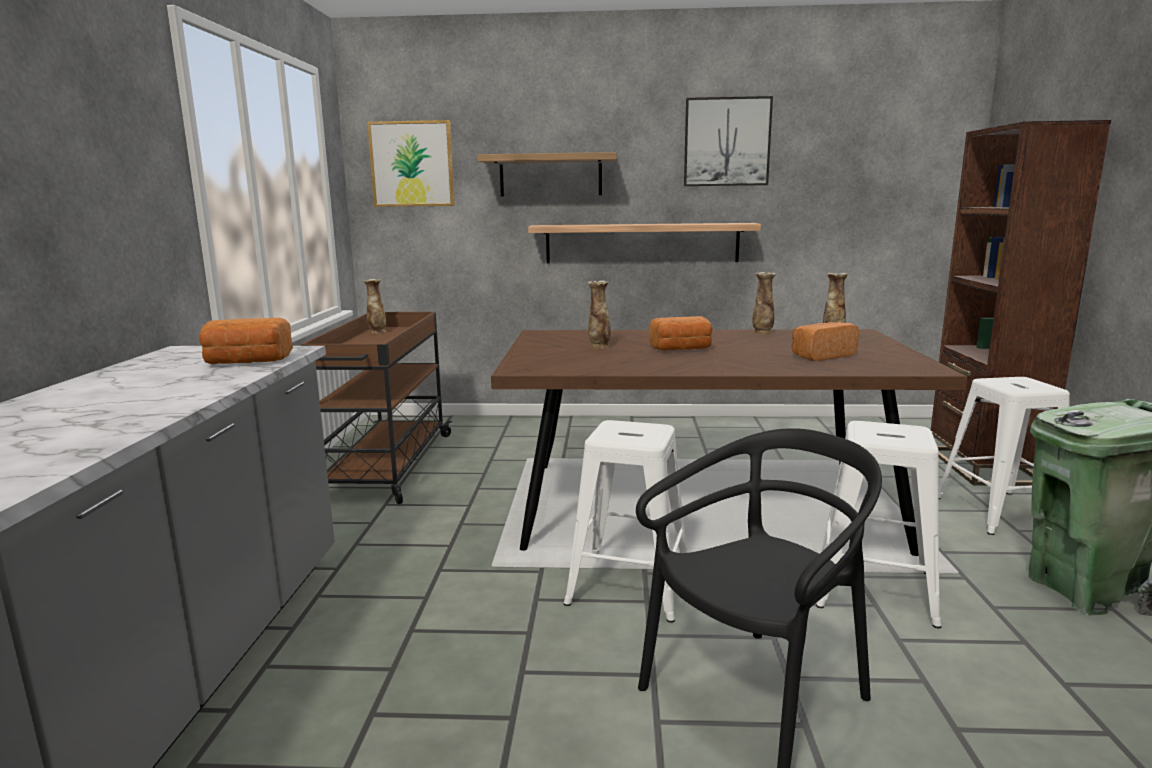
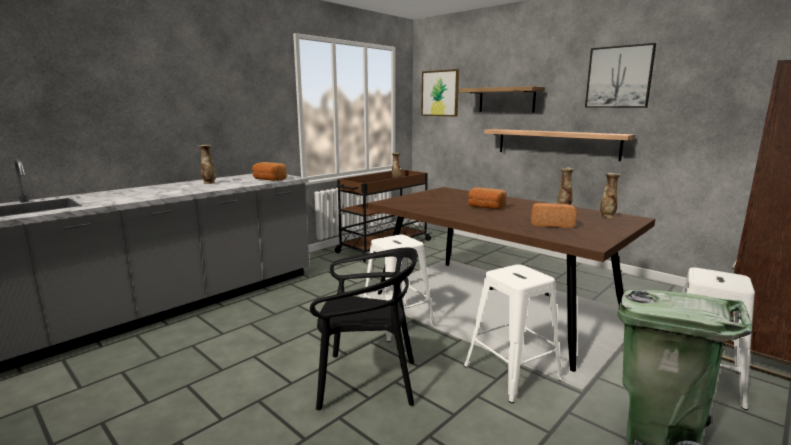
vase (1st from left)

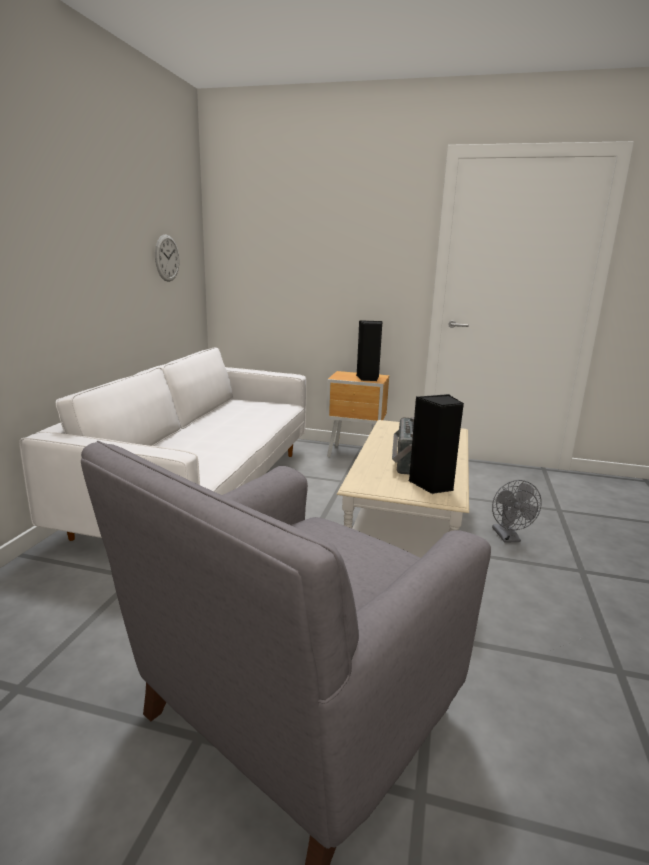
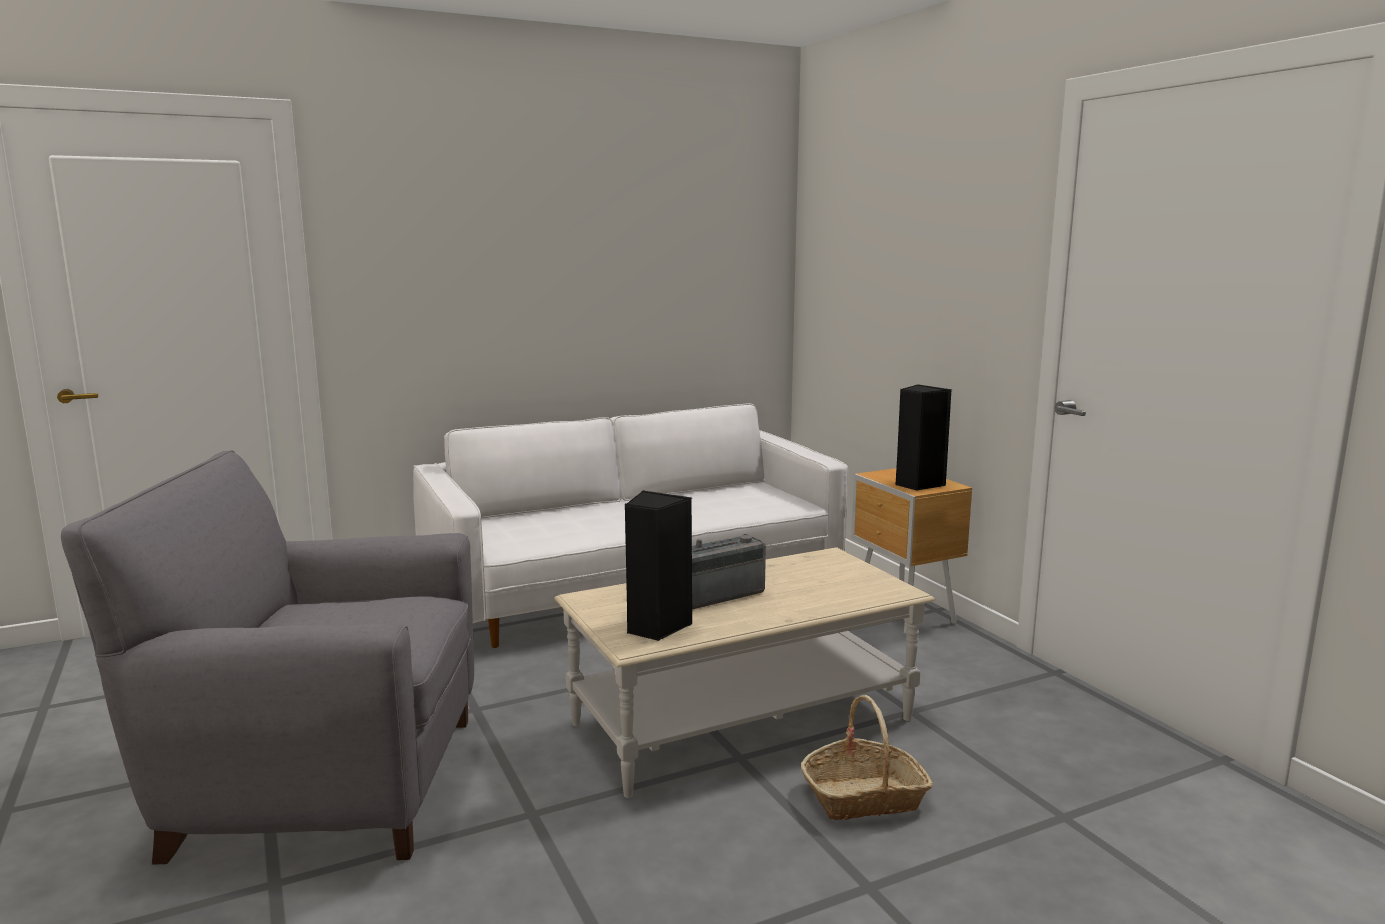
wall clock
basket

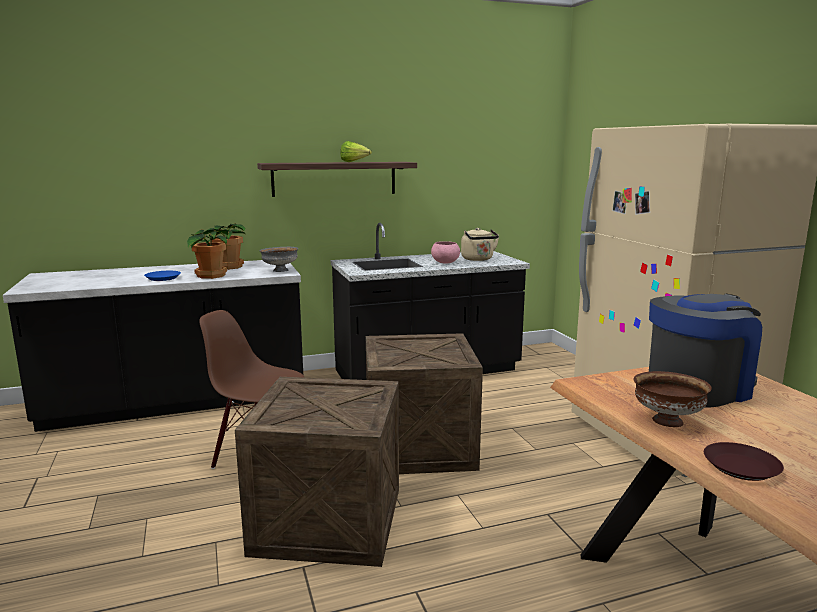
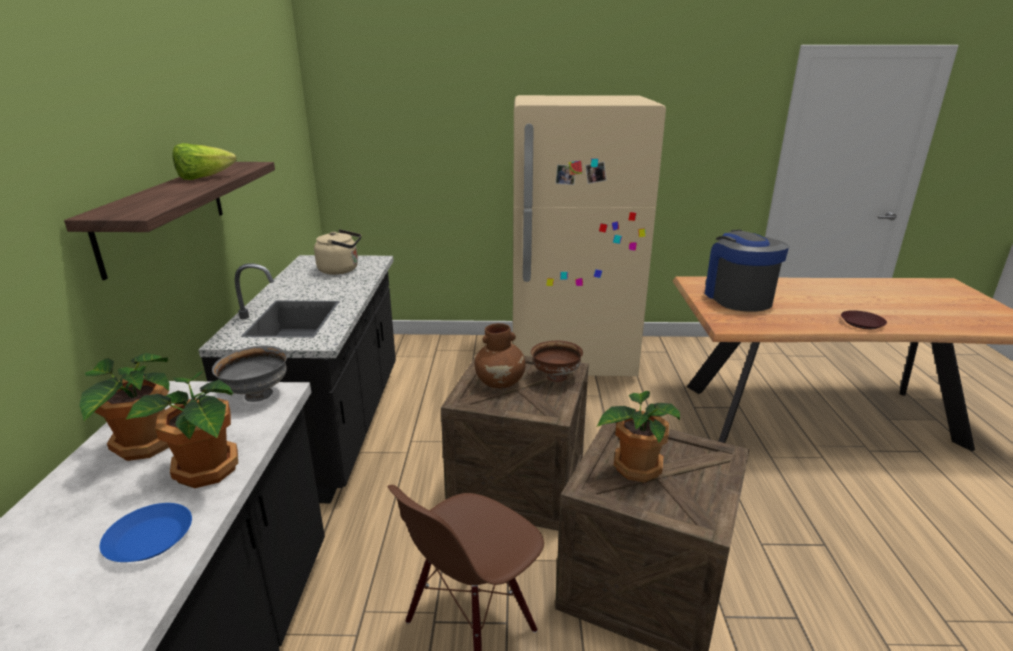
pink bowl
brown vase
potted plant (3rd from left)
brown bowl

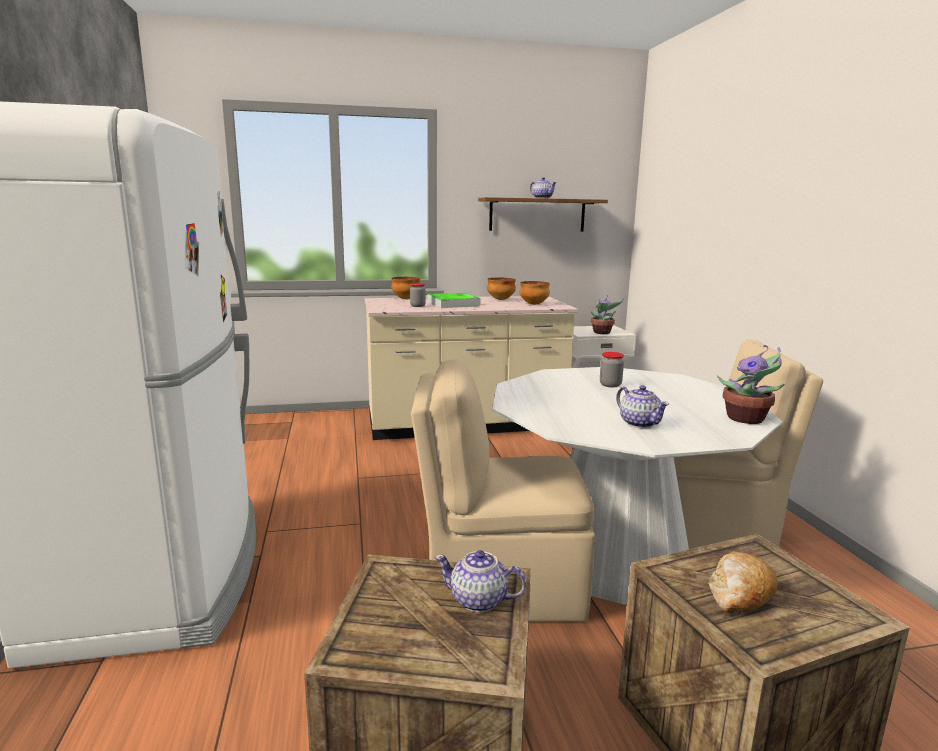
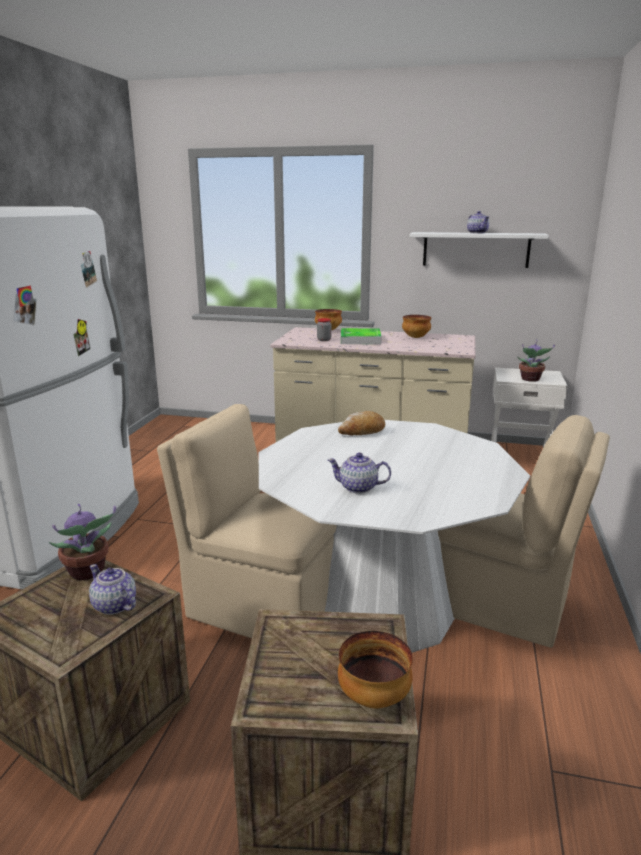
jar (2nd from left in the first image)
bowl (2nd from left)
bread
potted plant (1st from left)
white shelf
teapot (2nd from left)

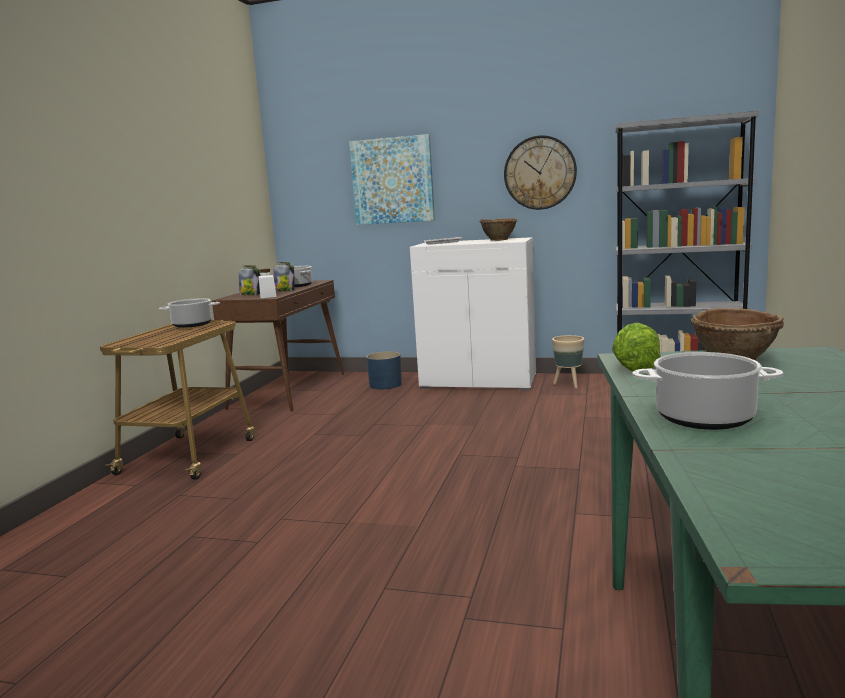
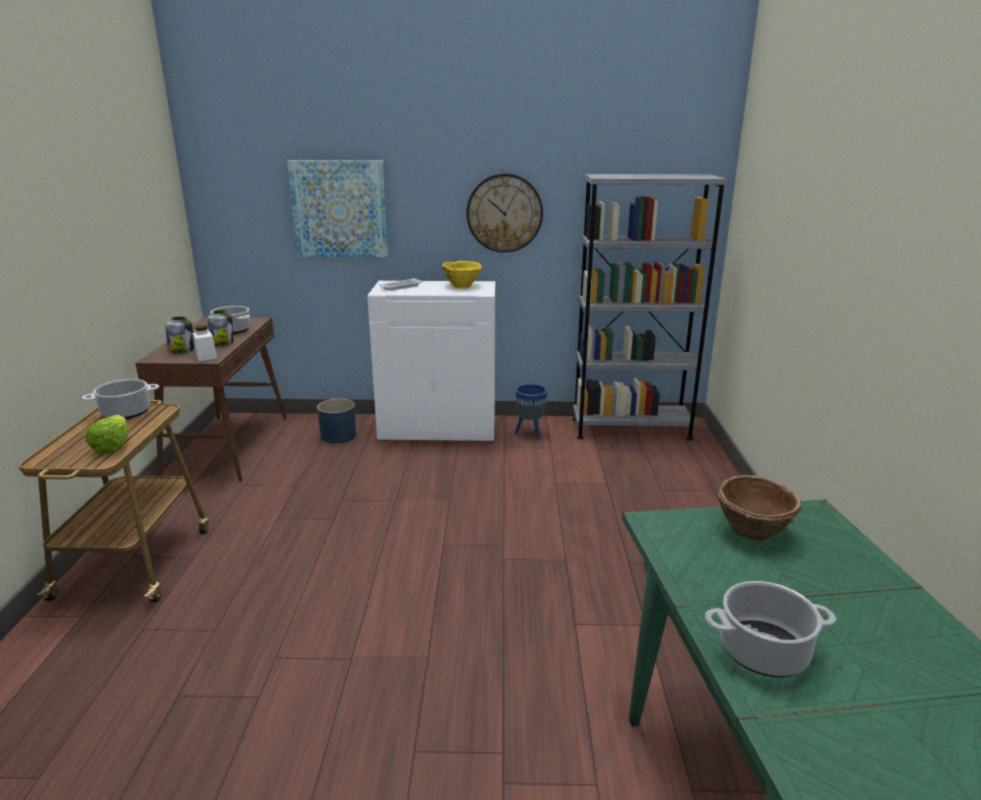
lettuce
yellow bowl
blue planter (2nd from left)

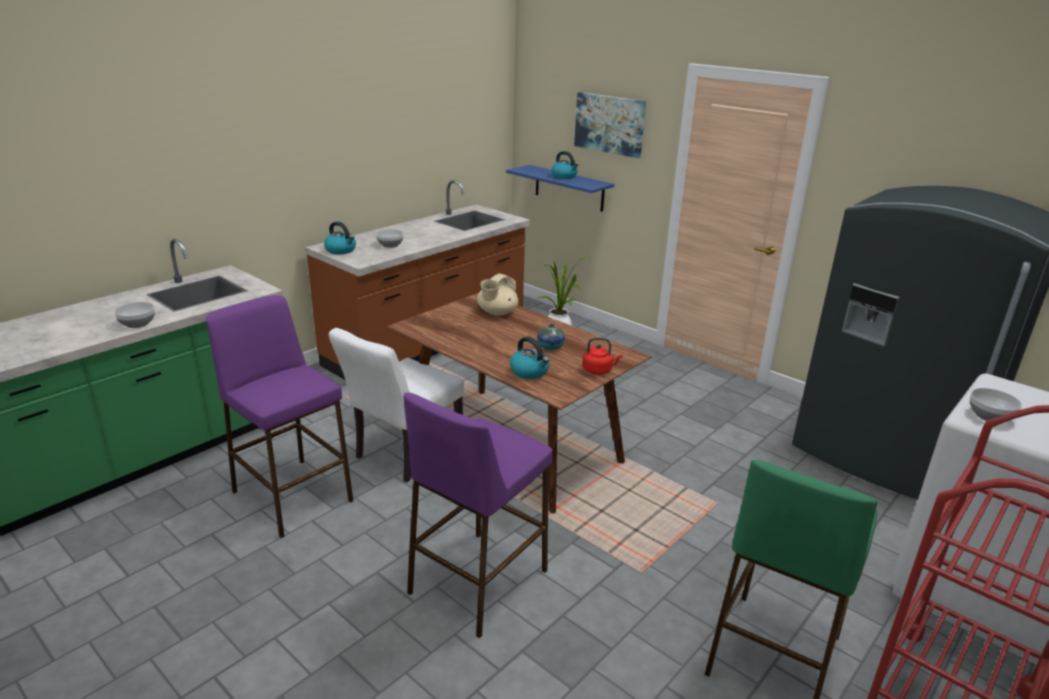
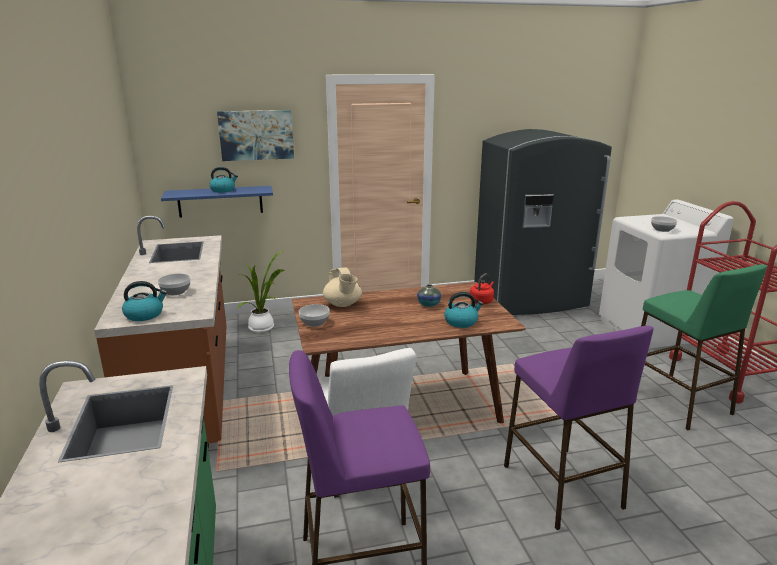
bowl (2nd from left)

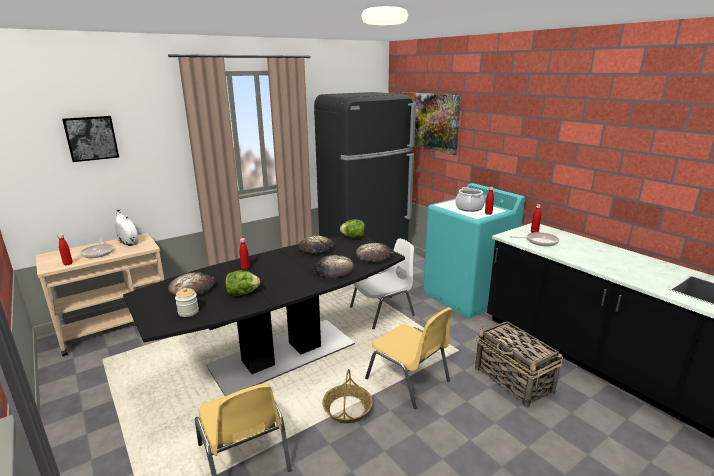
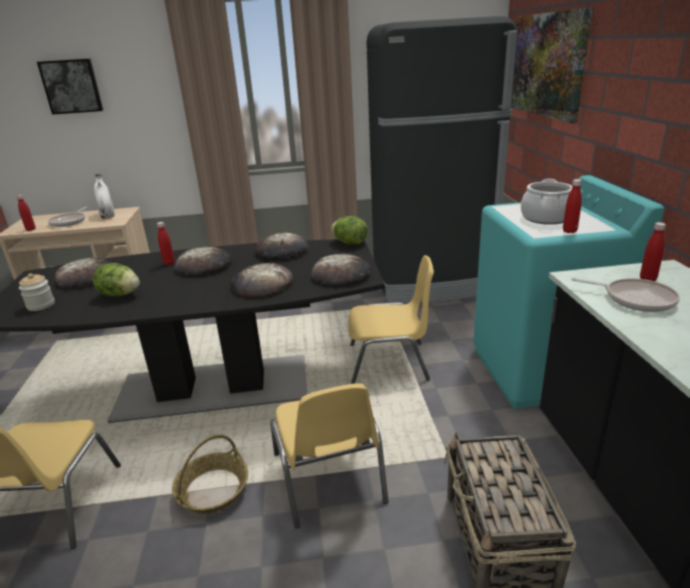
bread (2nd from left)
yellow chair (3rd from left)

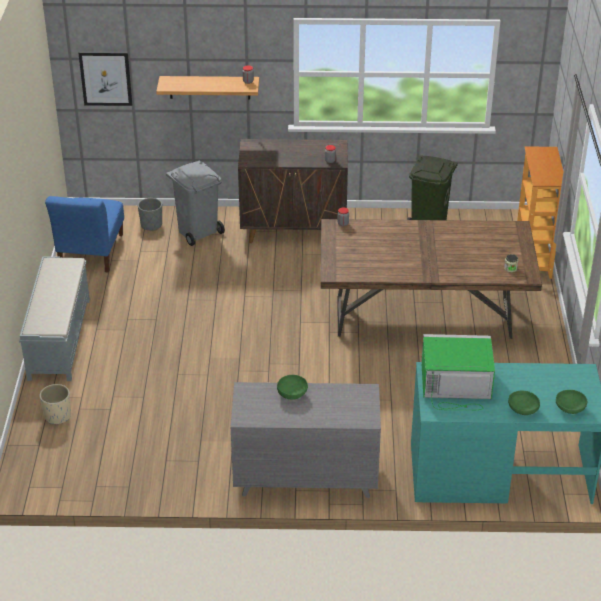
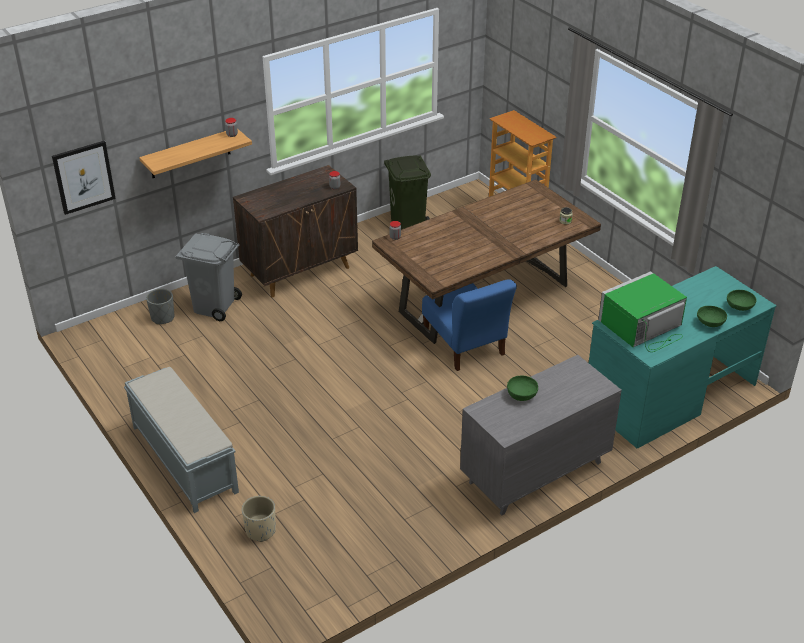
blue chair

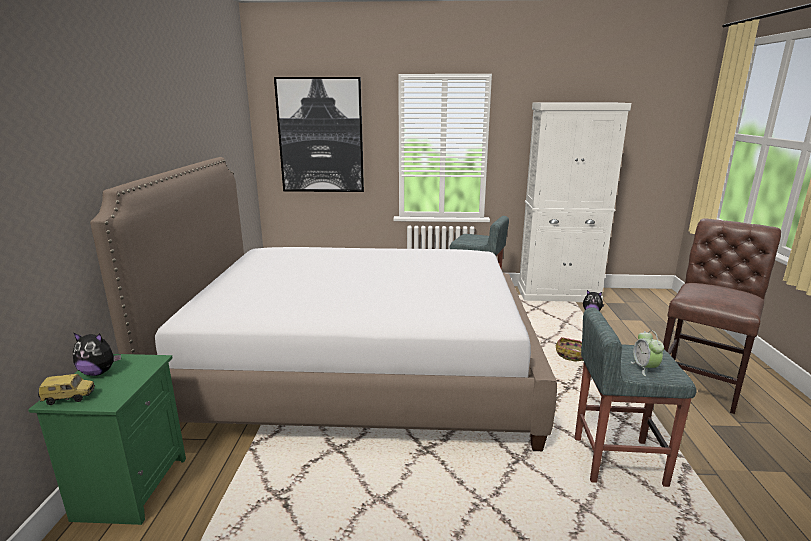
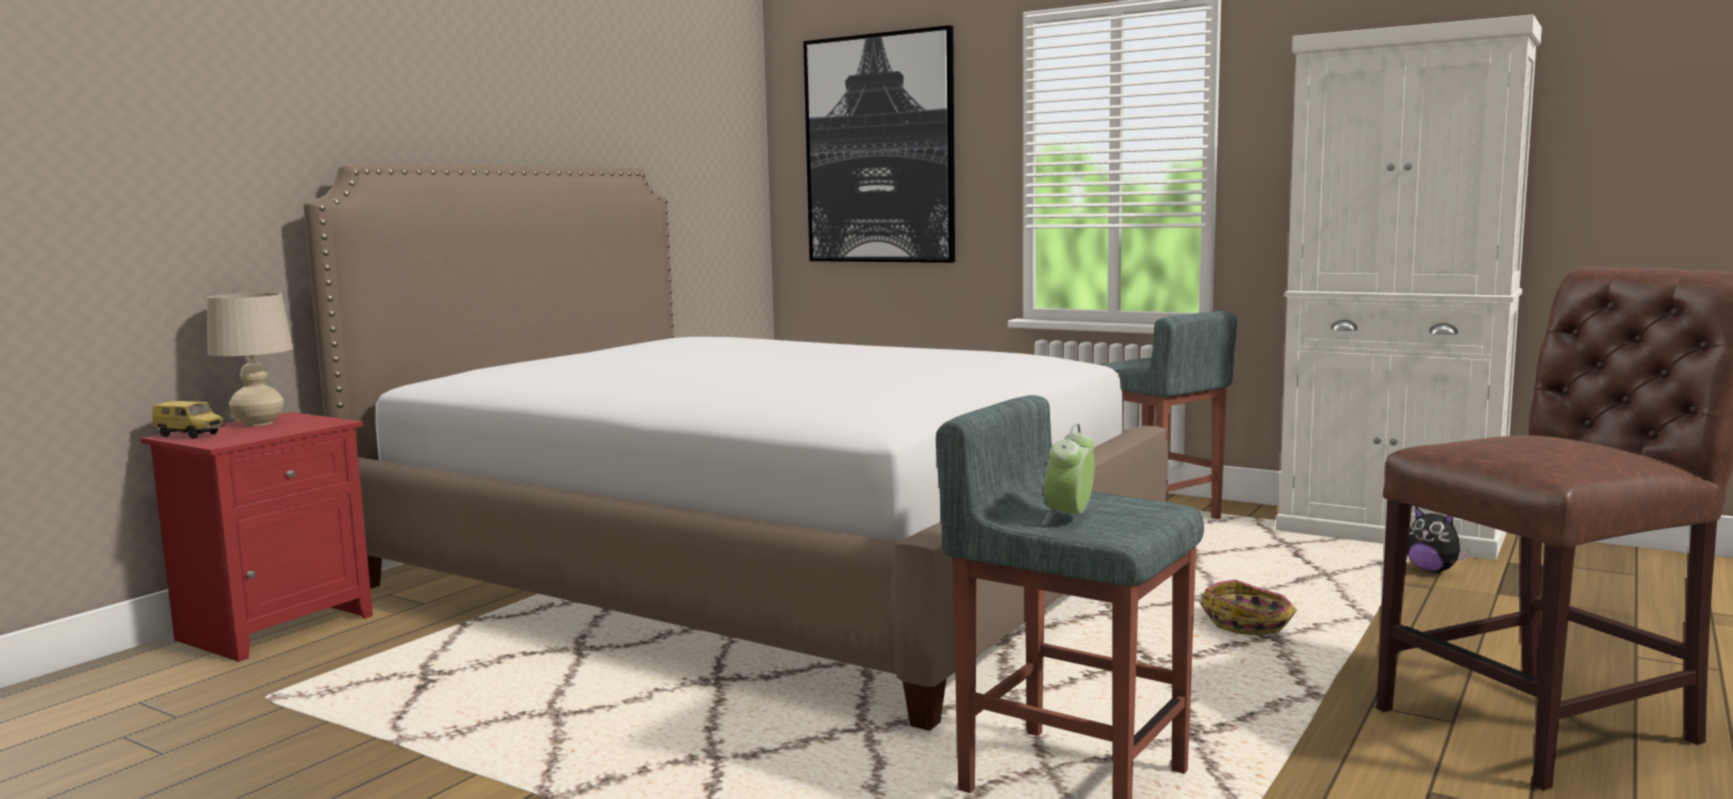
beige table lamp
red nightstand

